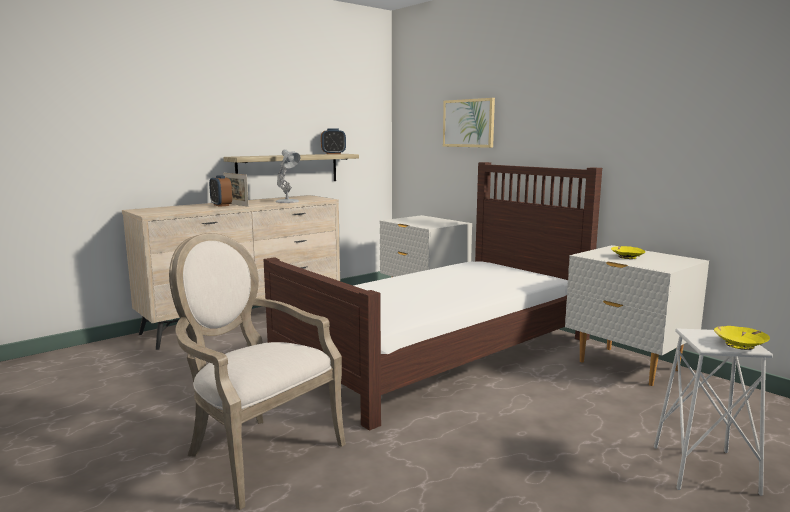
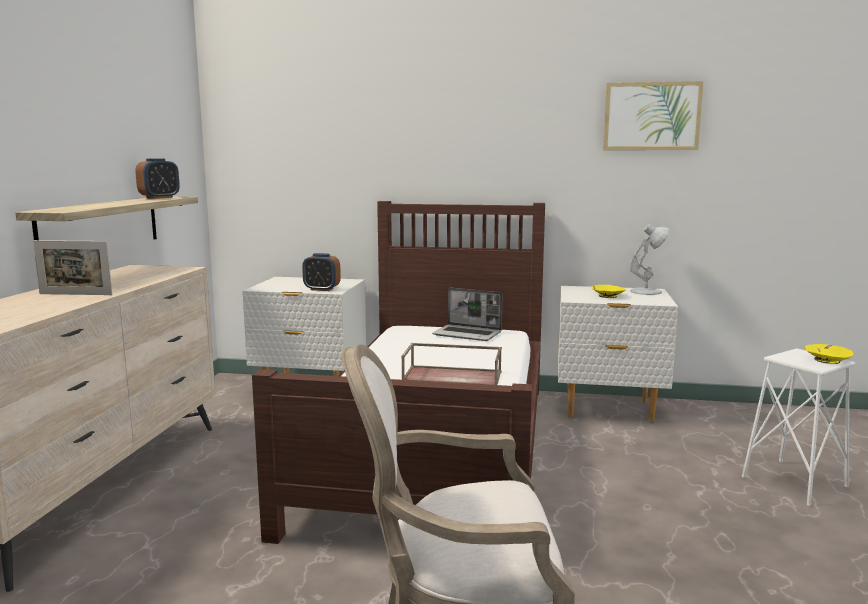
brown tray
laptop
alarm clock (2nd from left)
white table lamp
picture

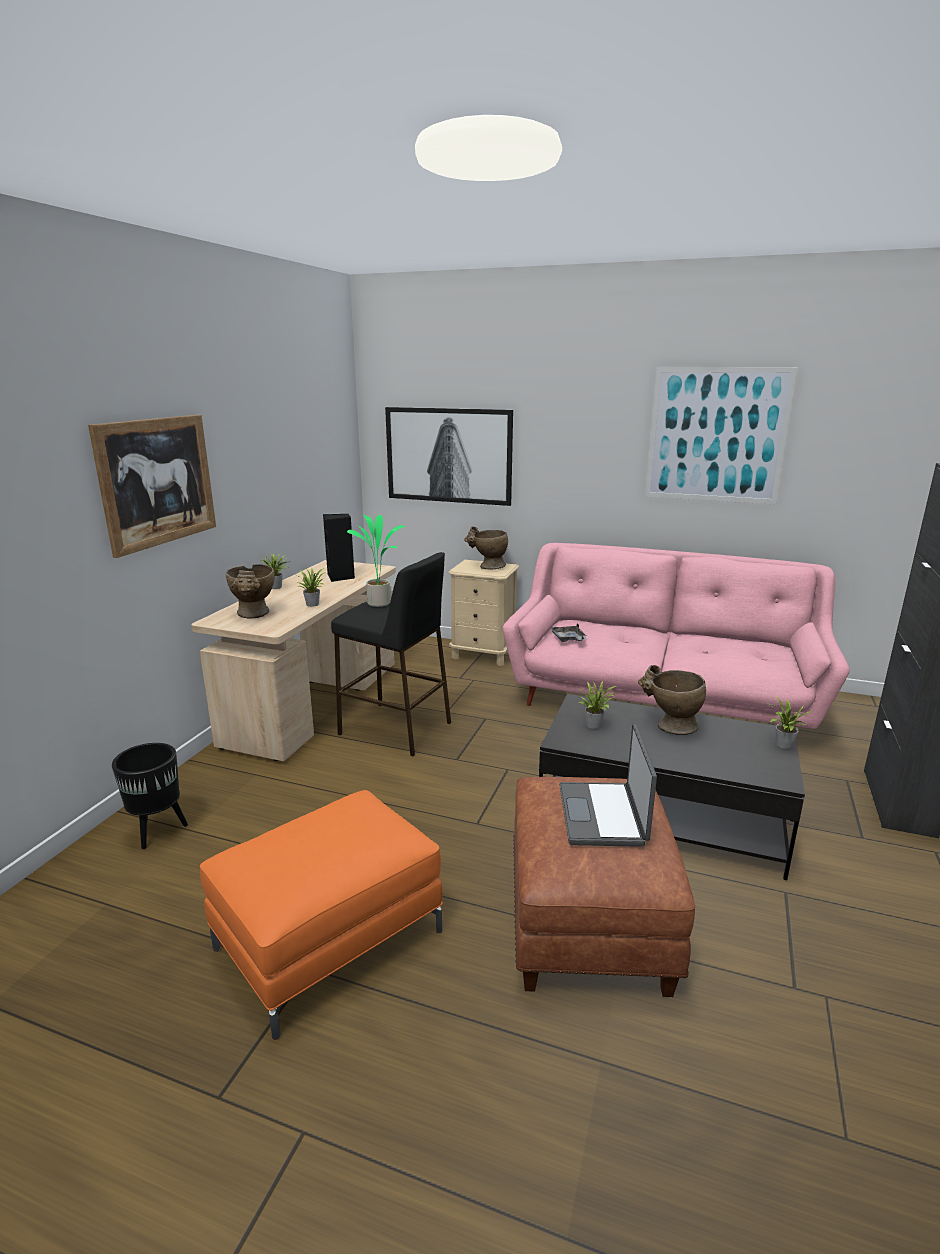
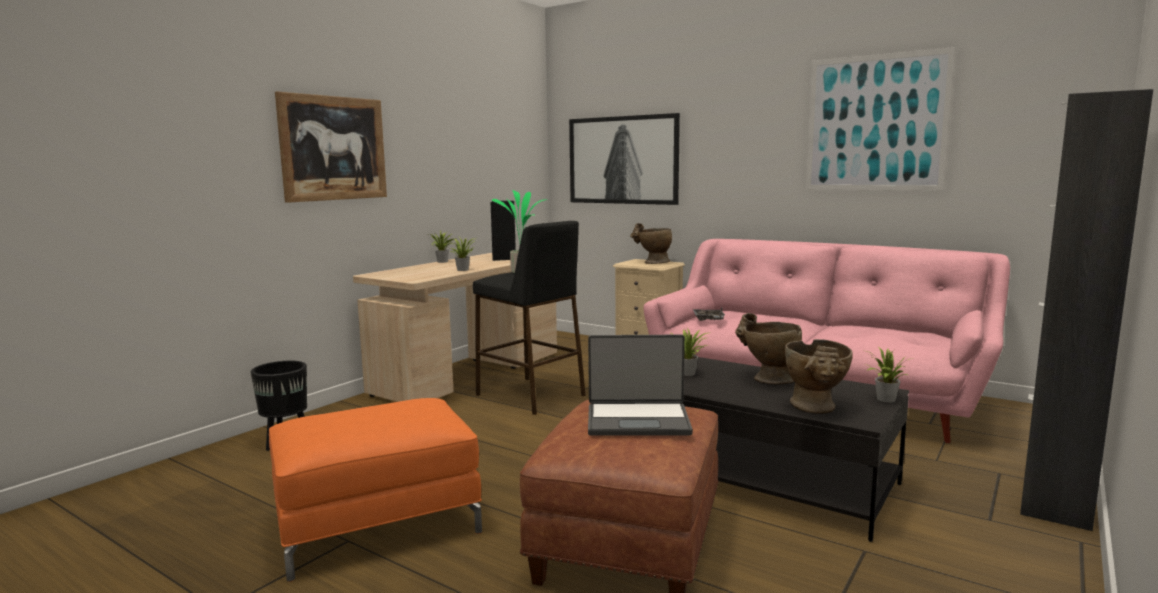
beige vase (3rd from left)
laptop

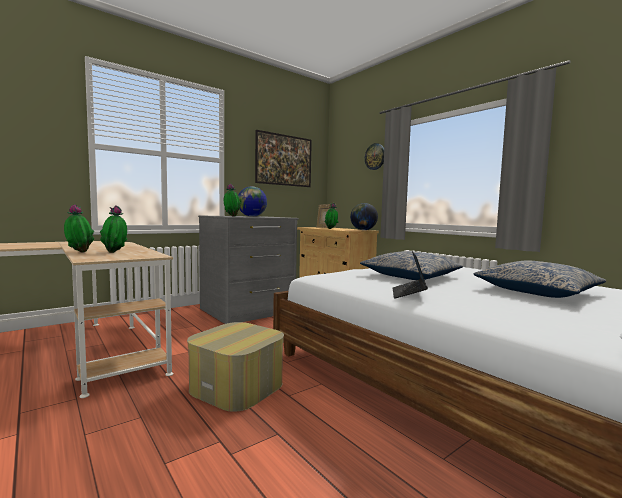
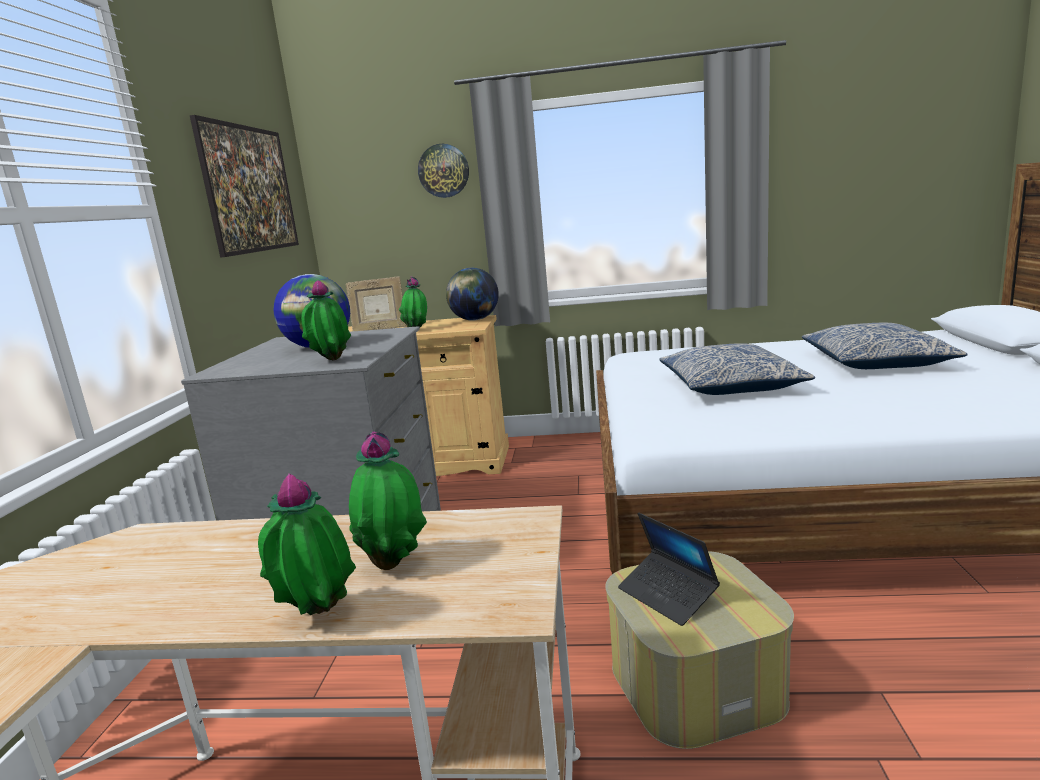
laptop

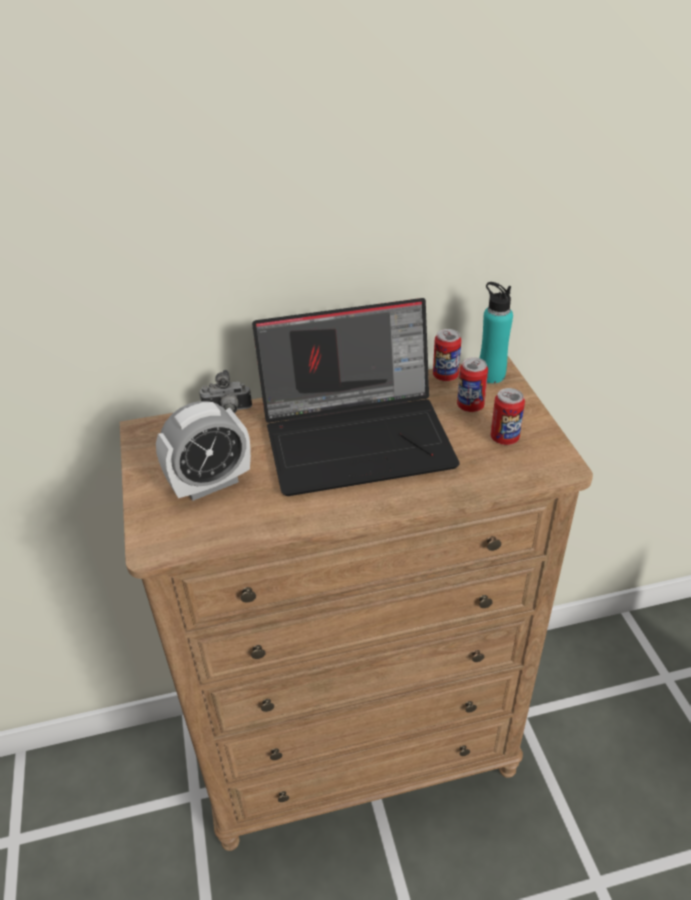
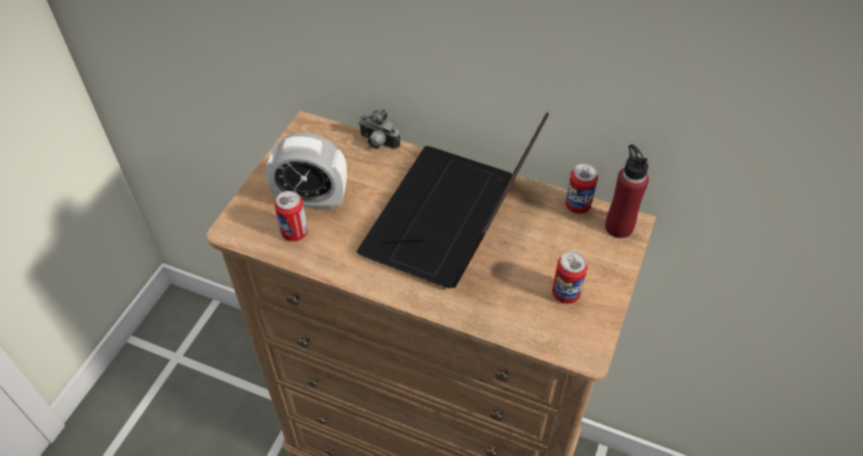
can (1st from left)
red bottle
laptop

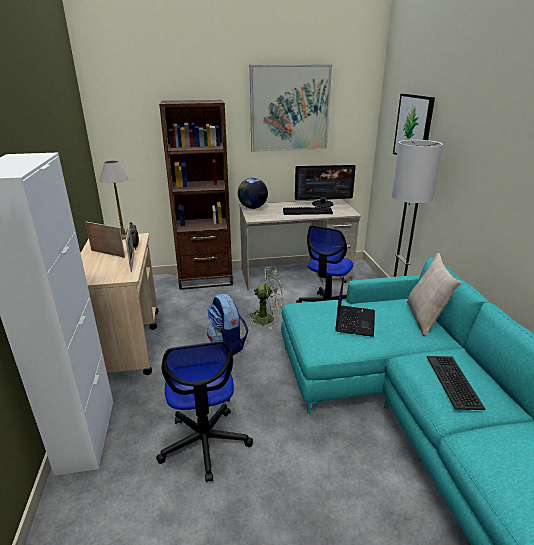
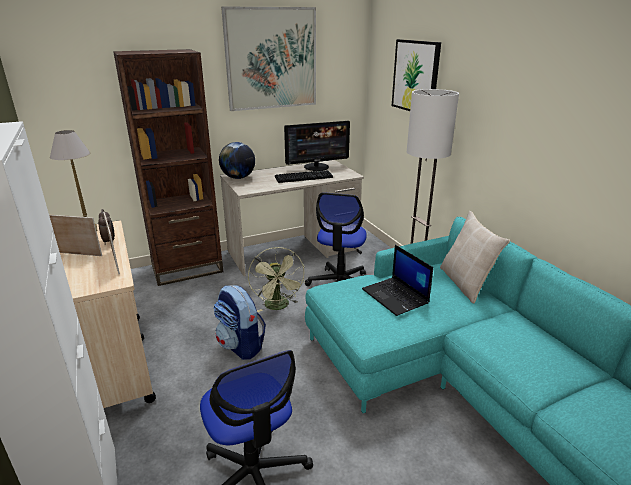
keyboard (2nd from left in the first image)
green fan
laptop

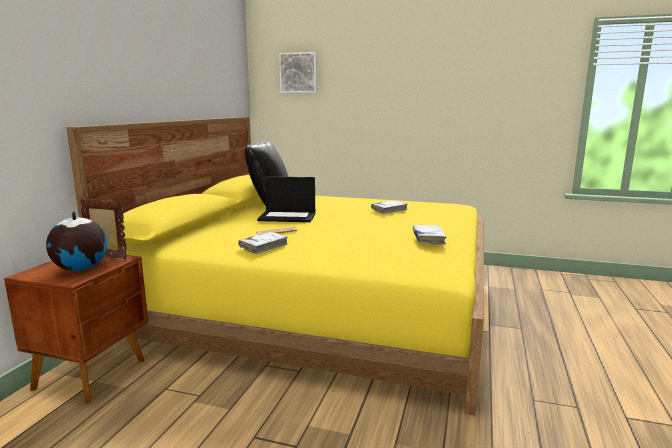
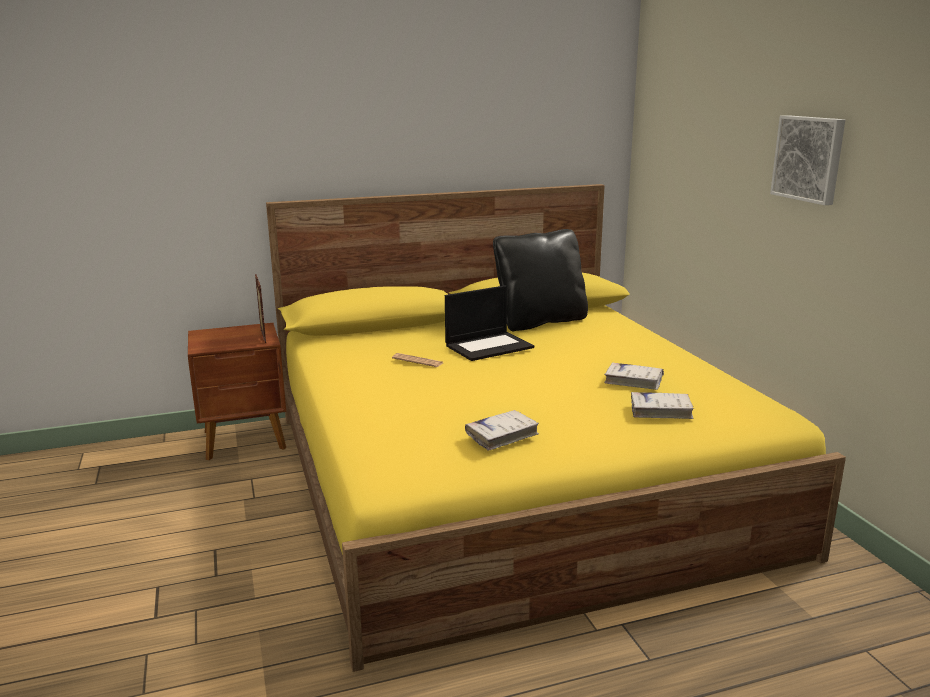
globe
white book (3rd from left)
picture
laptop

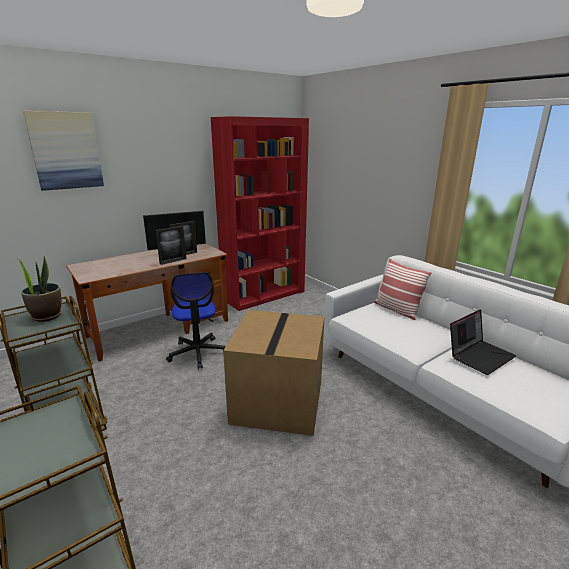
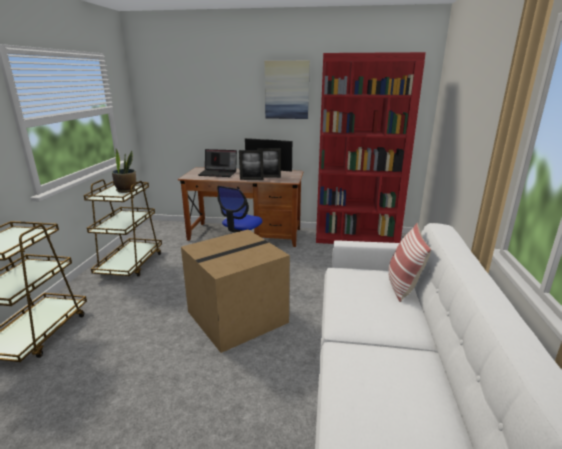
picture
laptop

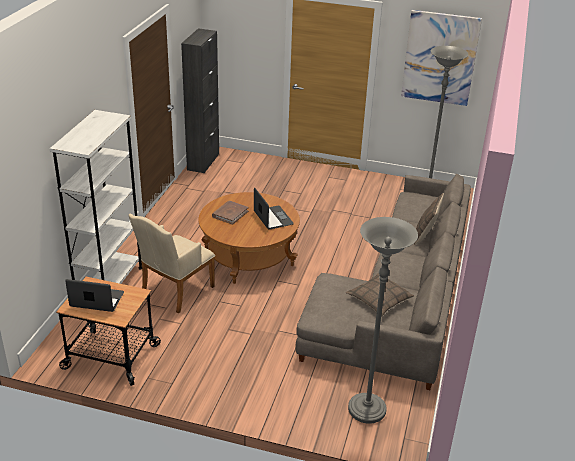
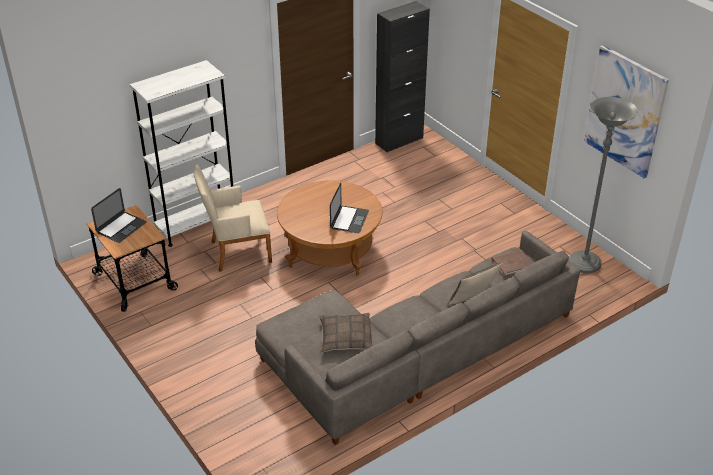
grey floor lamp (1st from left in the first image)
brown book
laptop (1st from left)

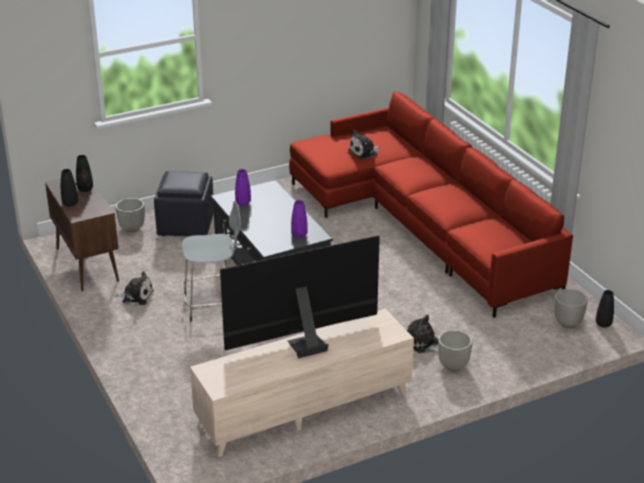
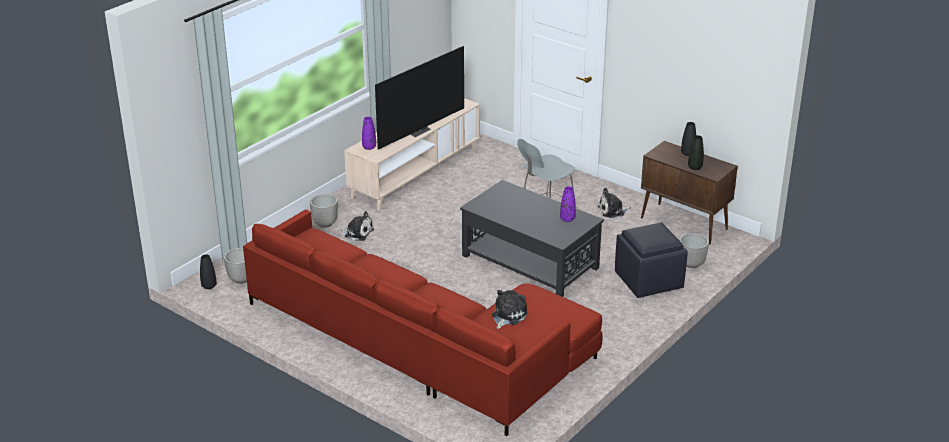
purple vase (1st from left)

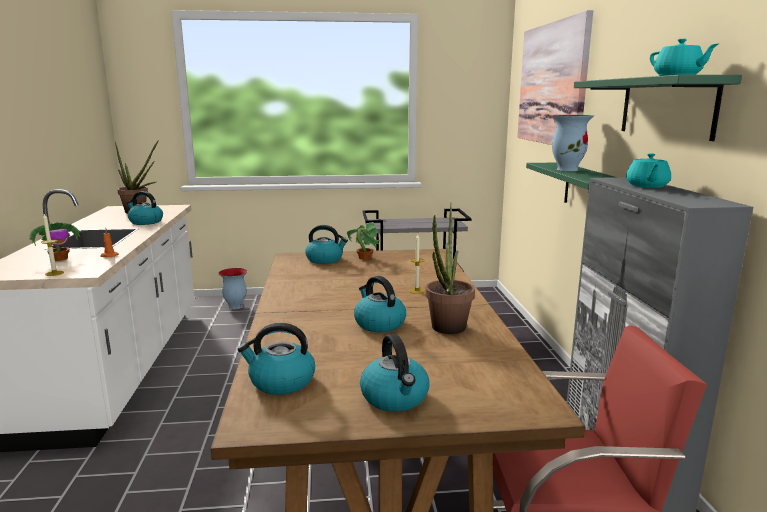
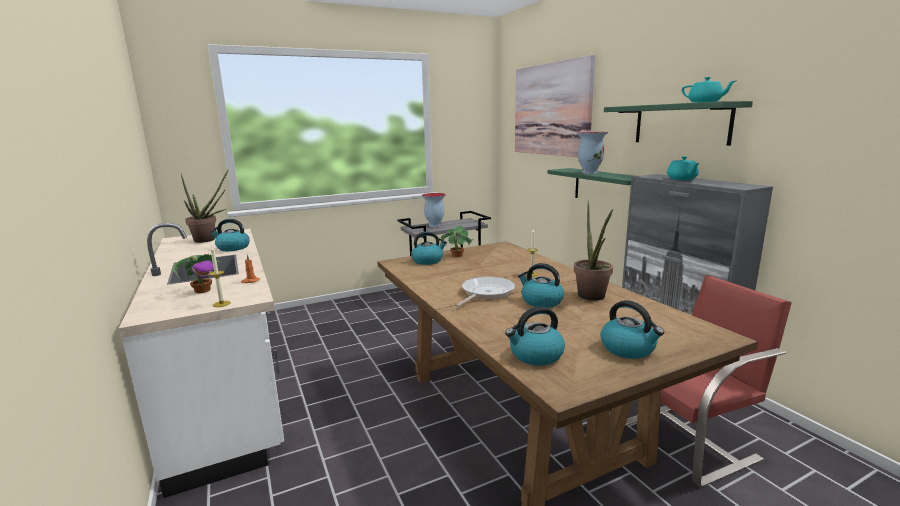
frying pan
vase (1st from left)

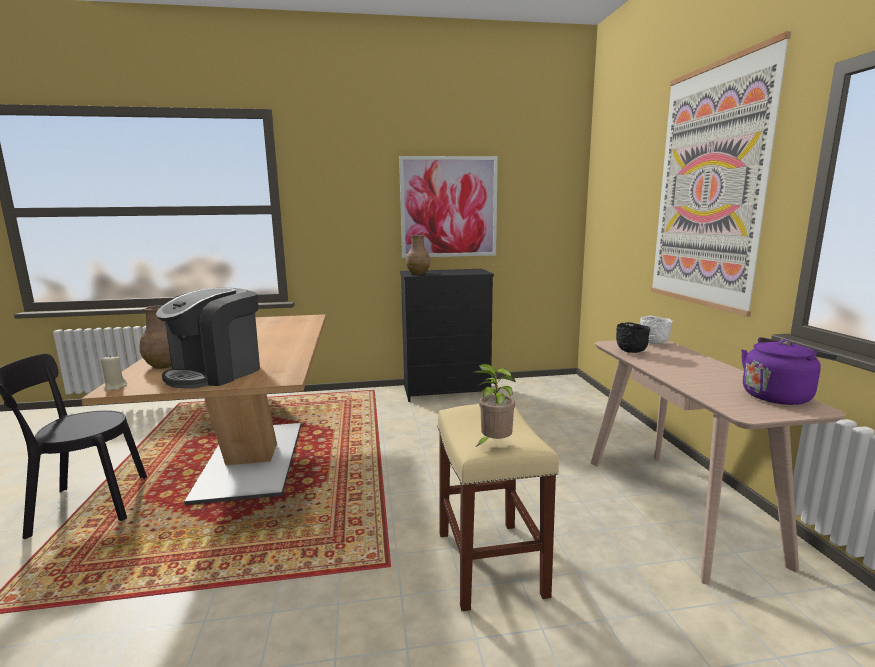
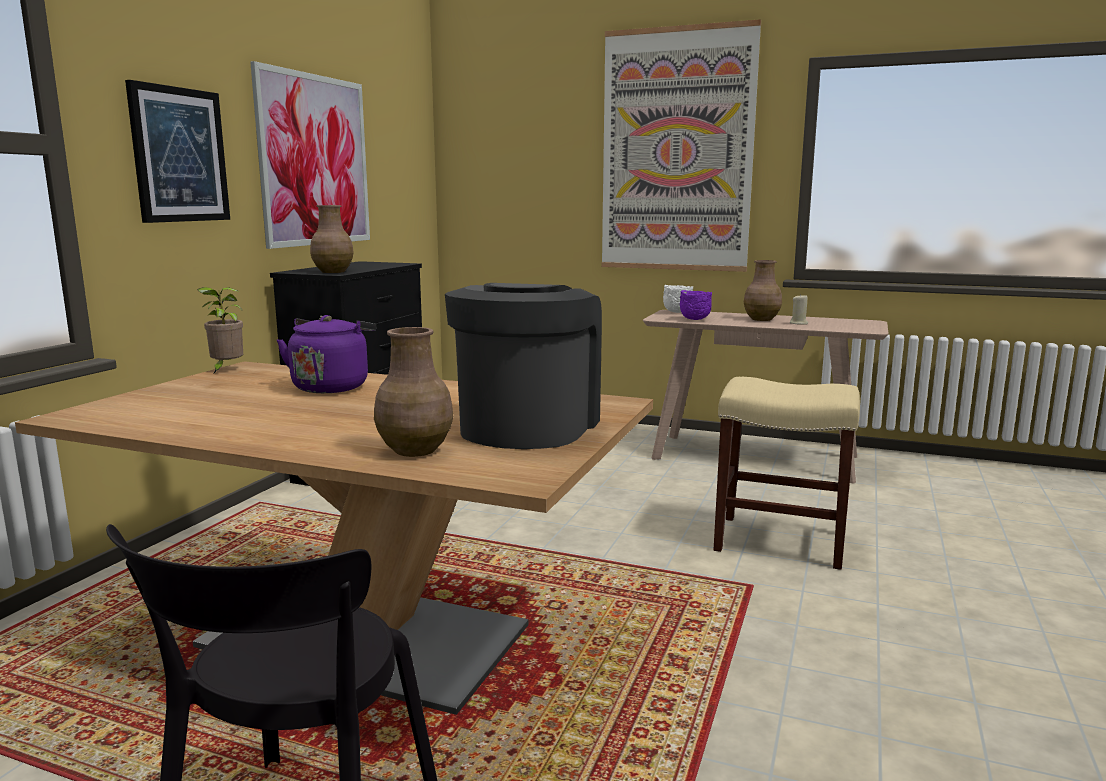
picture (1st from left)
brown vase (3rd from left)
beige candle
potted plant
purple kettle
purple bowl
coffee machine

